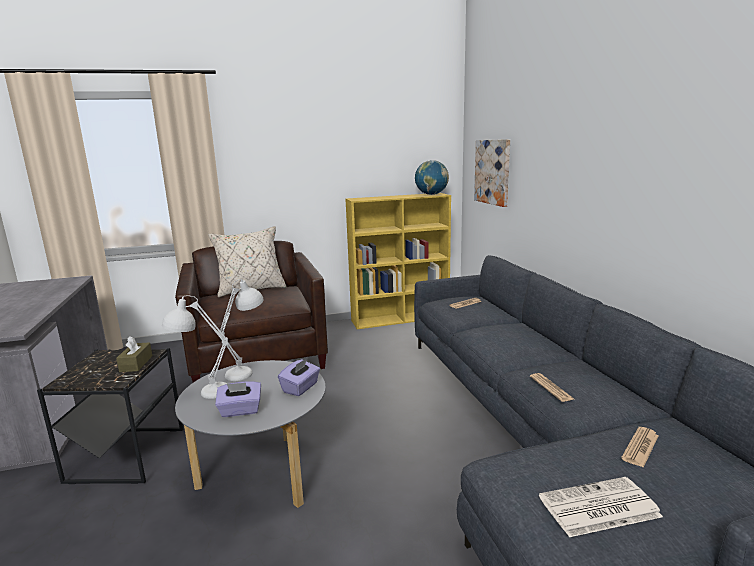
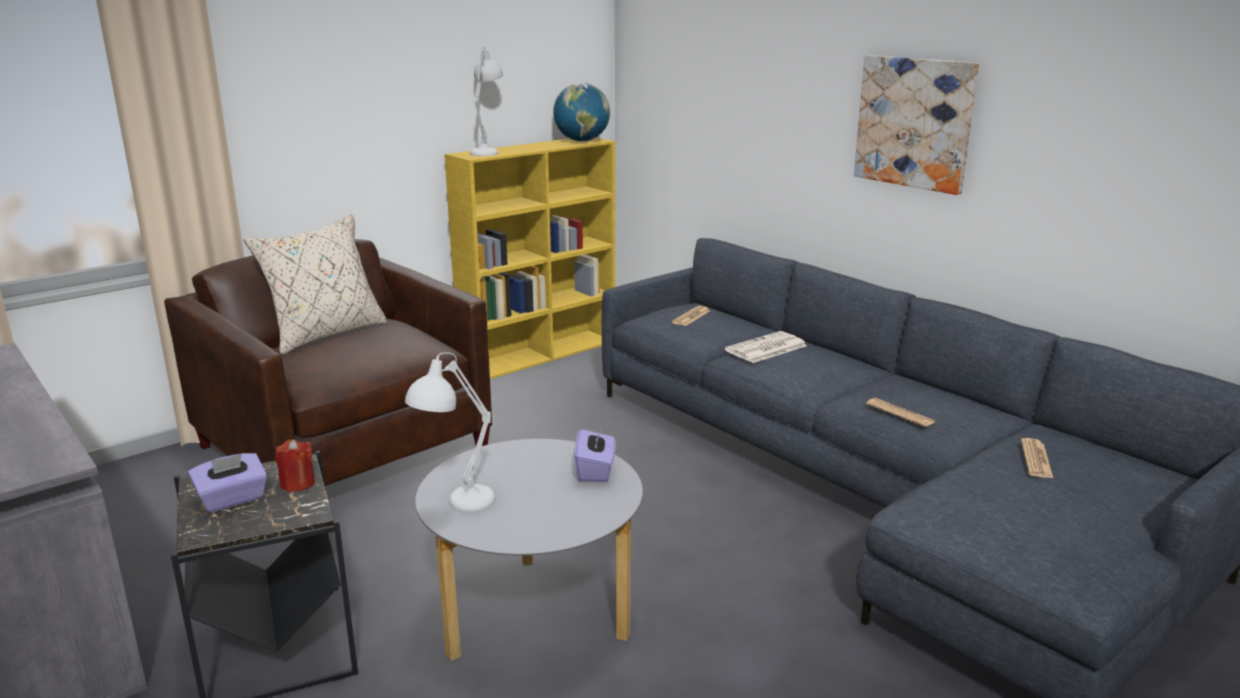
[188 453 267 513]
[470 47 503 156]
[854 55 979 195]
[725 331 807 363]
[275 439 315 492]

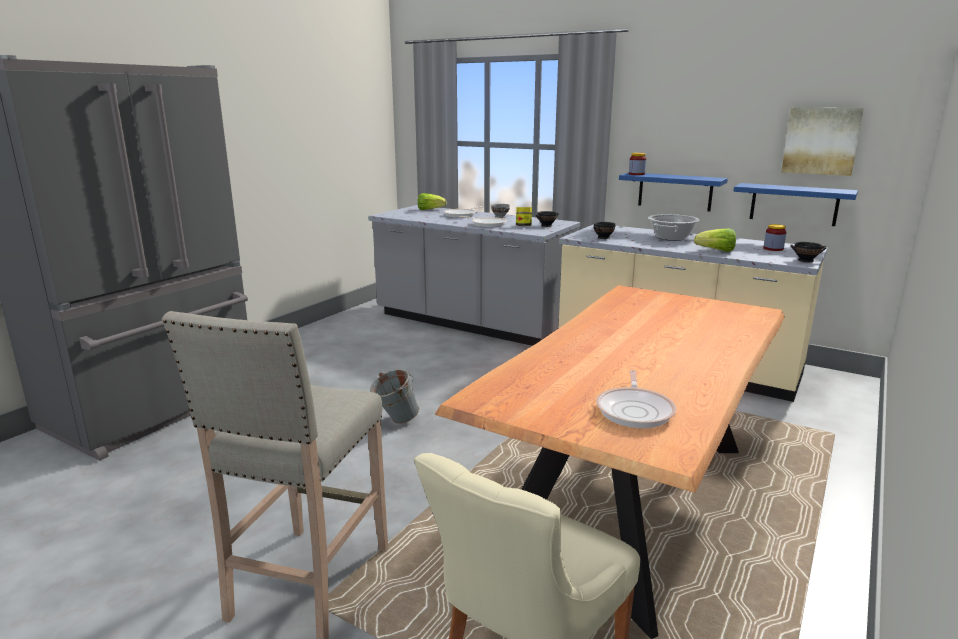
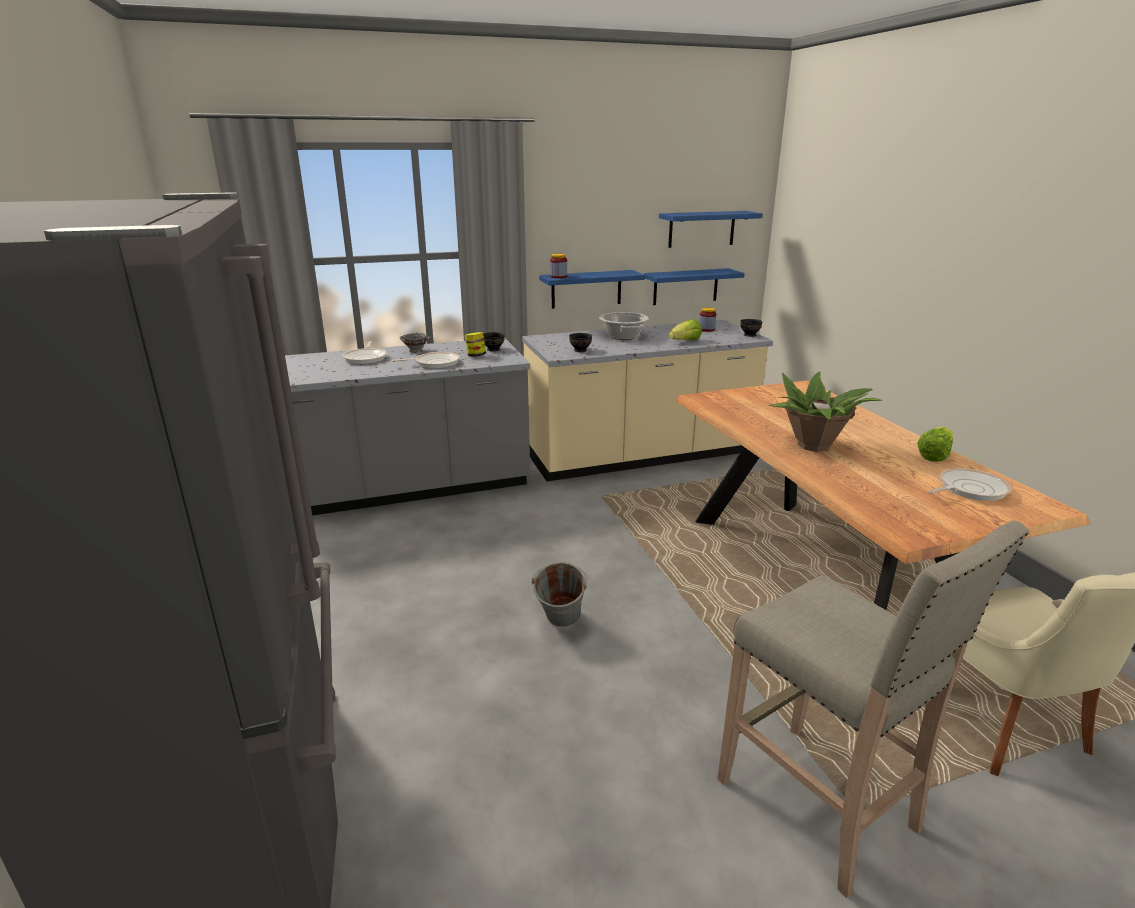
[768 372 882 452]
[917 427 953 462]
[659 211 763 248]
[927 468 1012 501]

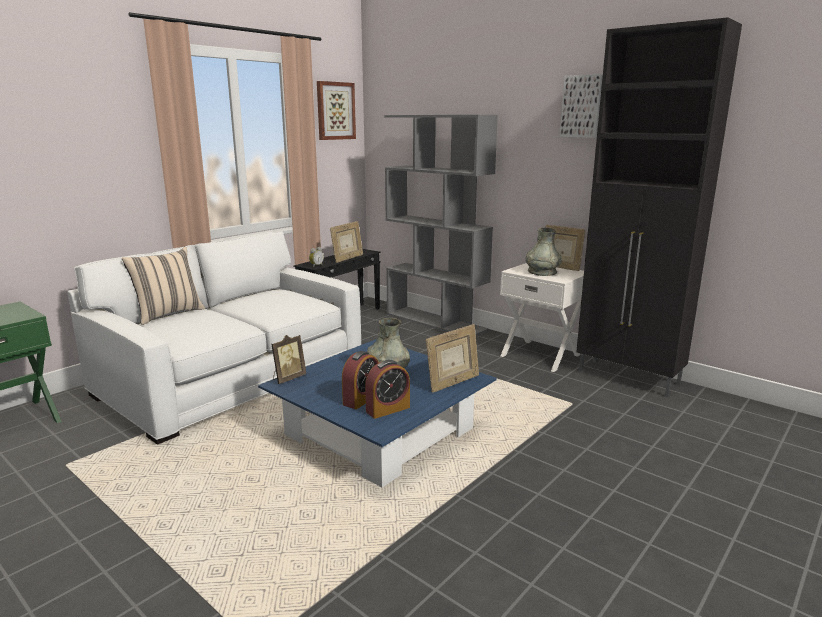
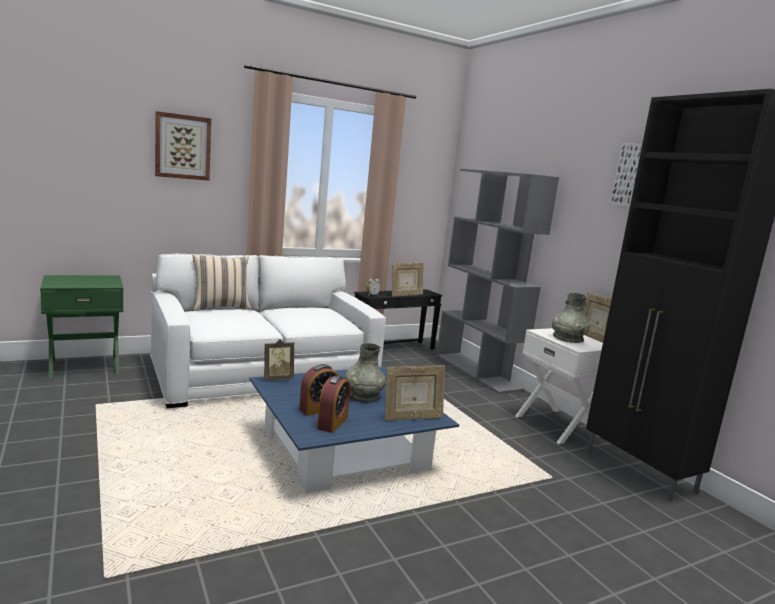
[155 111 211 181]
[317 375 350 433]

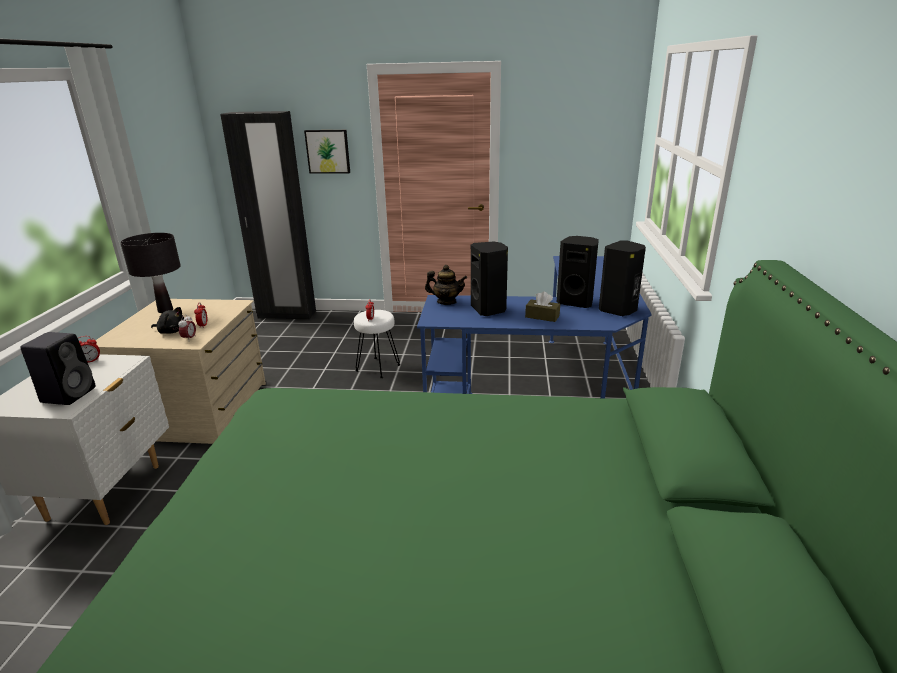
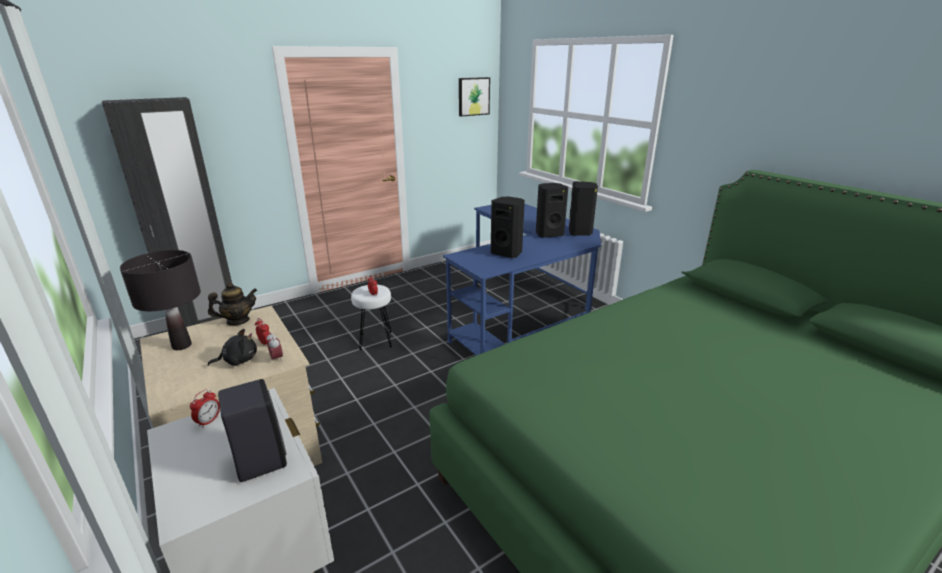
[525 292 560 322] (first image)
[459 77 490 117]
[208 282 257 326]

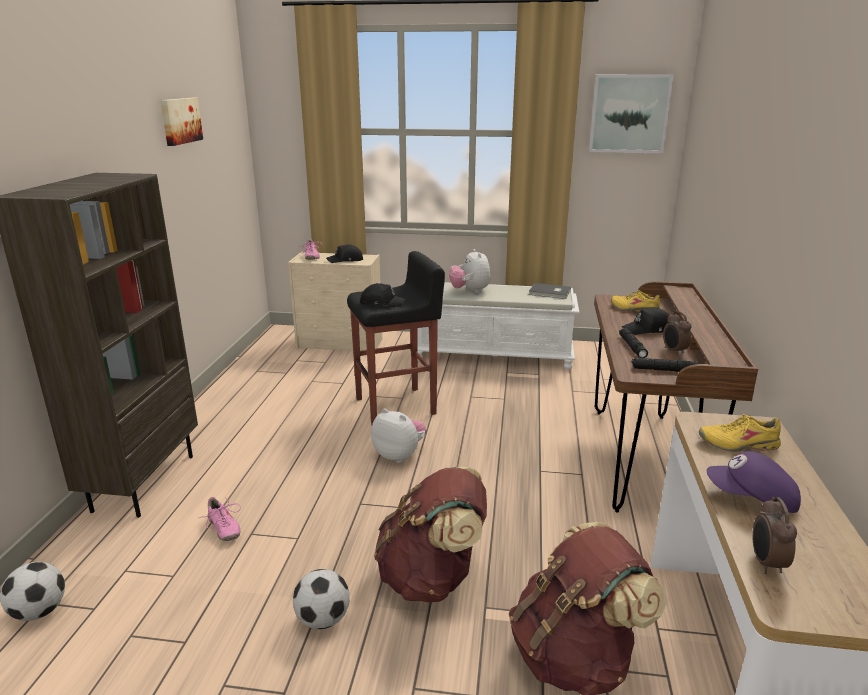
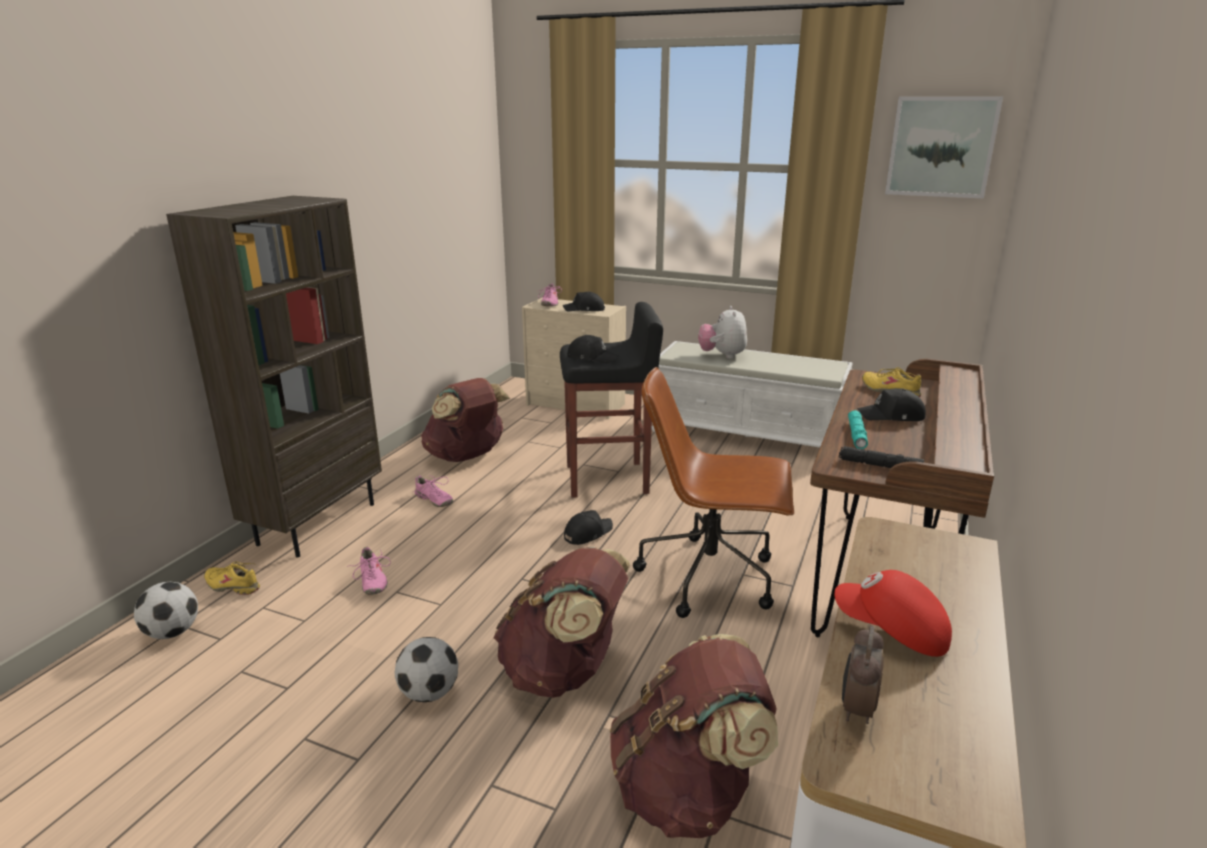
[160 98 203 146] (first image)
[529 283 571 299] (first image)
[663 311 691 355] (first image)
[413 475 453 507]
[421 378 510 462]
[633 367 794 618]
[204 562 260 595]
[564 510 613 545]
[848 410 868 449]
[834 570 952 657]

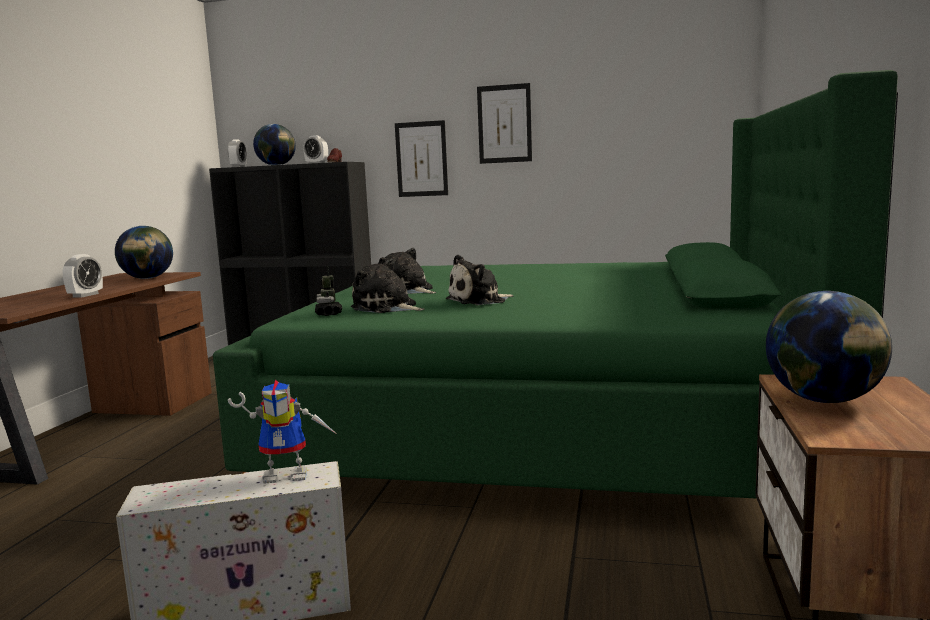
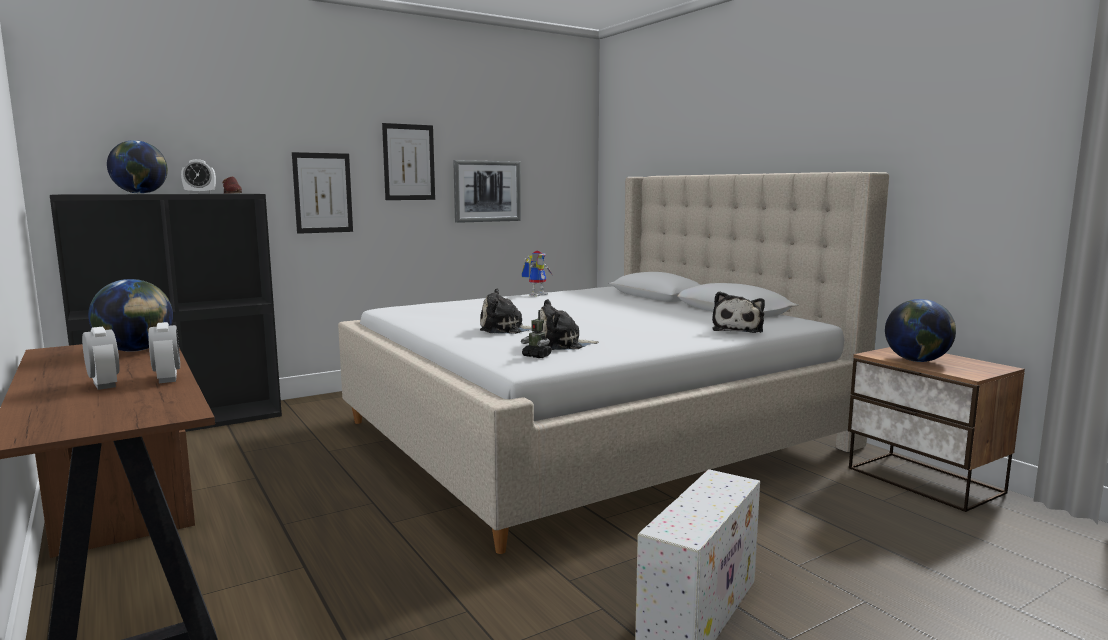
[453 160 521 223]
[82 327 119 390]
[522 251 552 296]
[712 291 765 333]
[338 172 889 554]

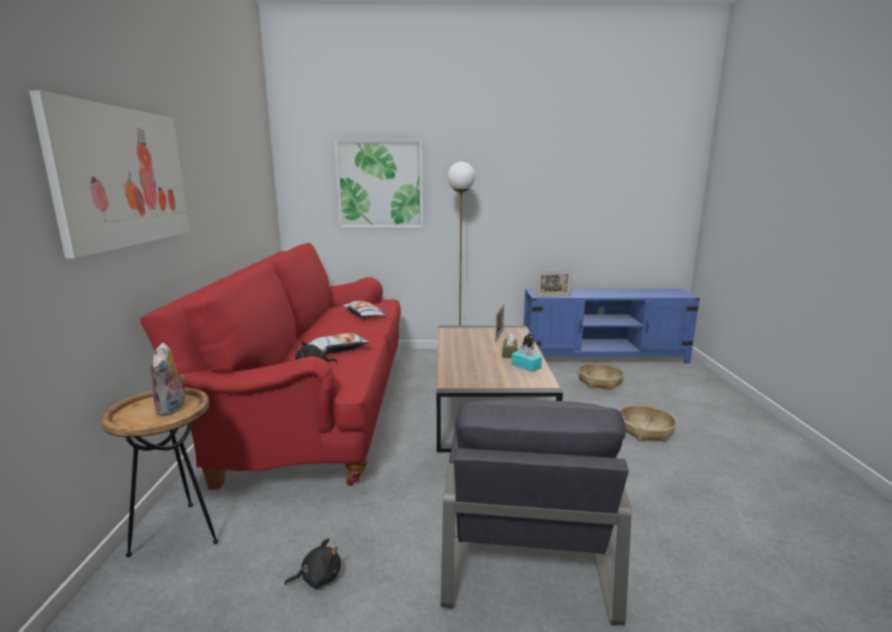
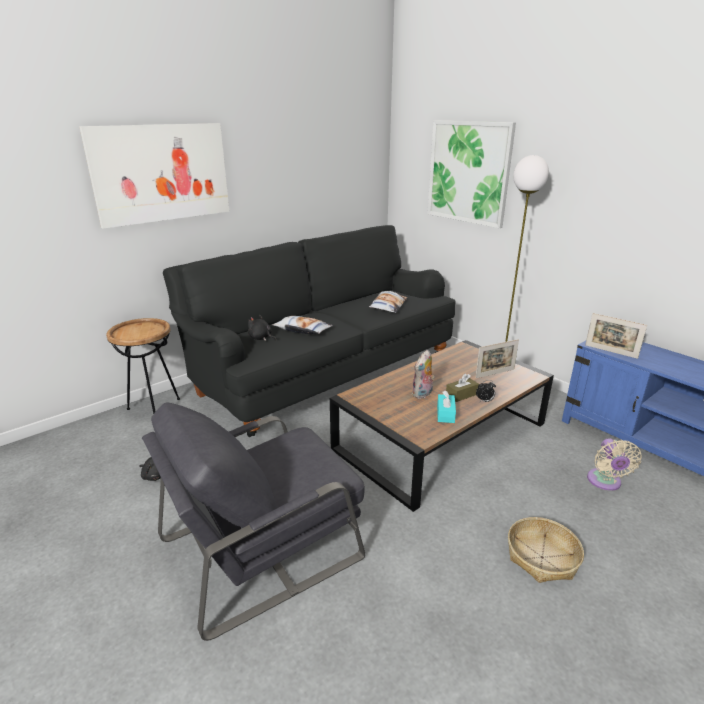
[412 350 435 399]
[587 439 642 491]
[163 225 455 437]

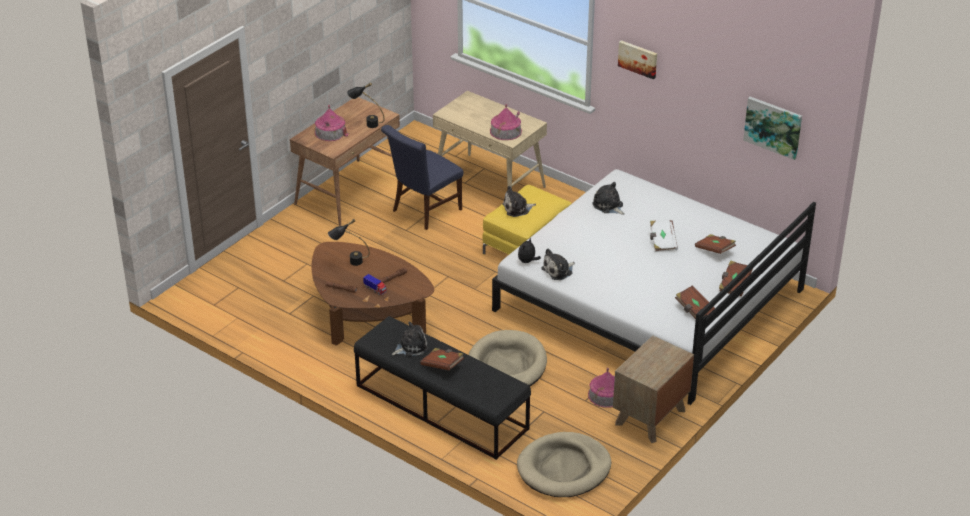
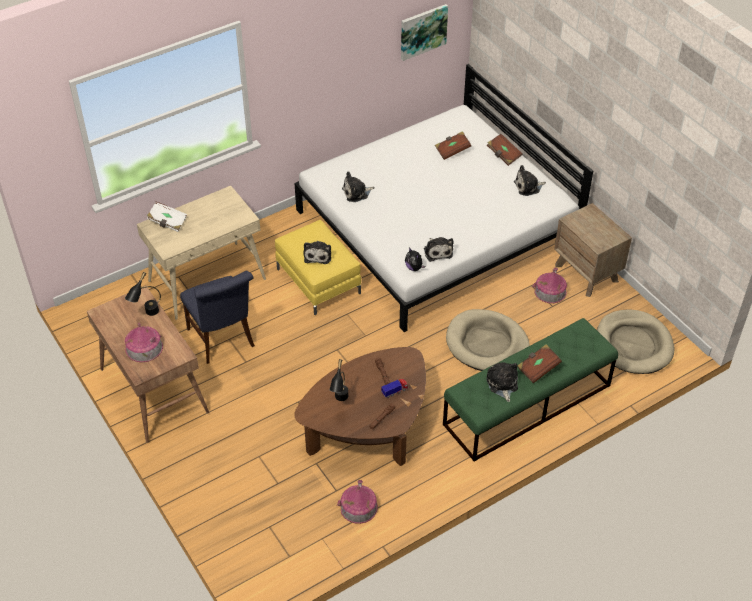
[618 40 657 79] (first image)
[337 480 378 524]
[147 201 187 232]
[514 165 546 196]
[443 318 618 462]

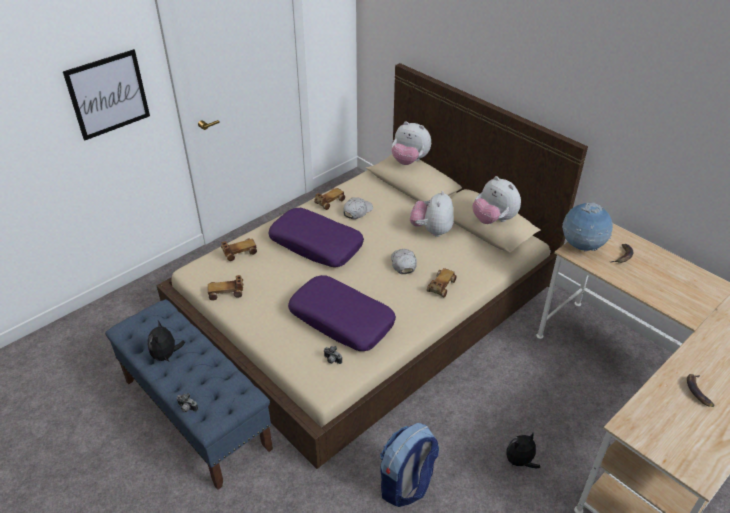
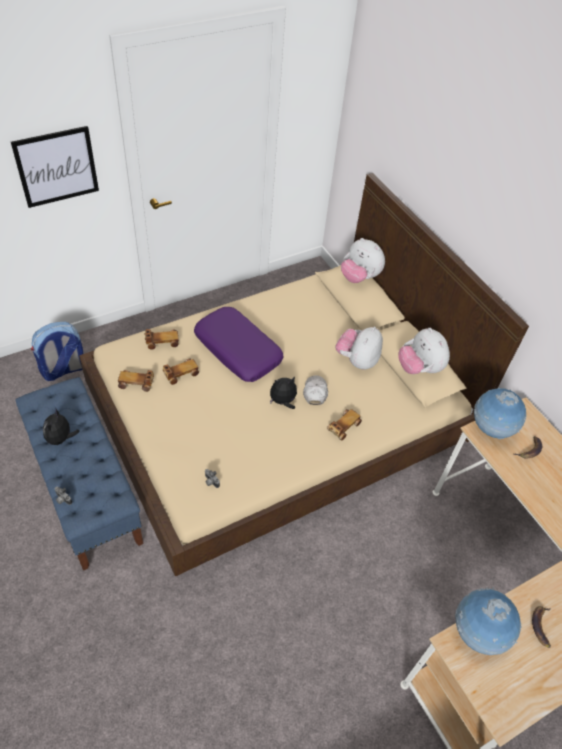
[288 275 396 351] (first image)
[343 197 373 219] (first image)
[455 587 522 655]
[163 359 199 385]
[31 322 84 381]
[270 377 297 409]

